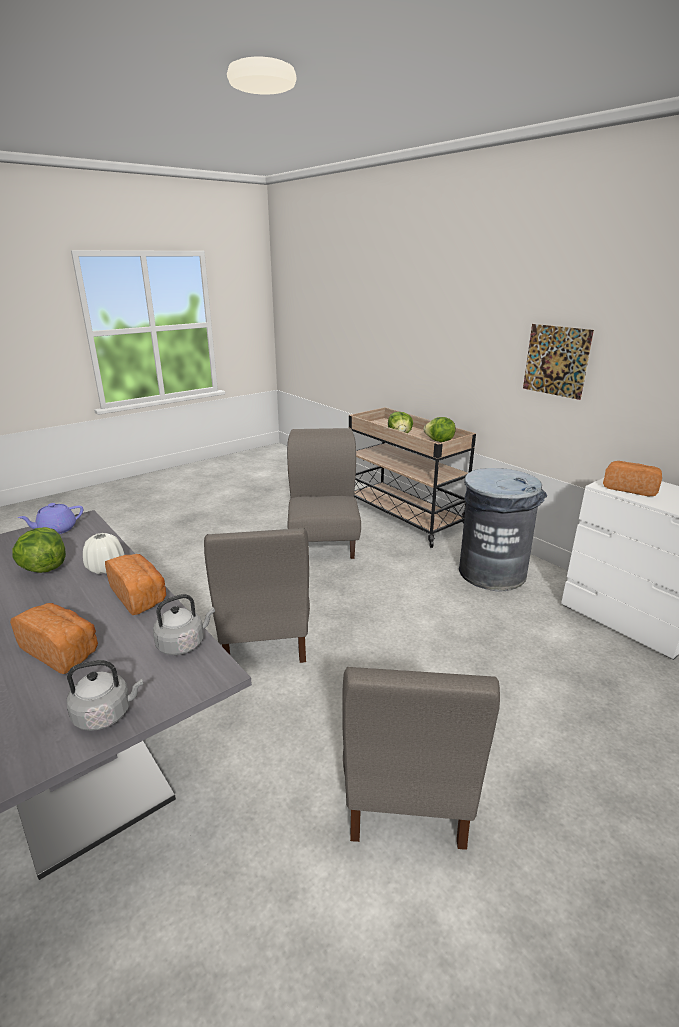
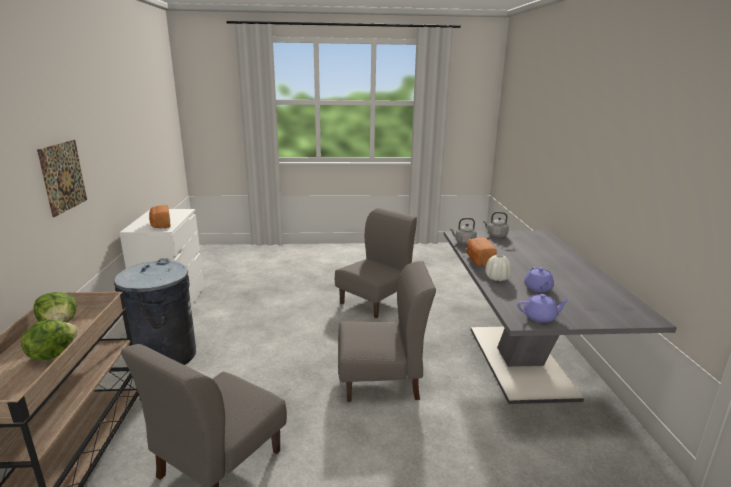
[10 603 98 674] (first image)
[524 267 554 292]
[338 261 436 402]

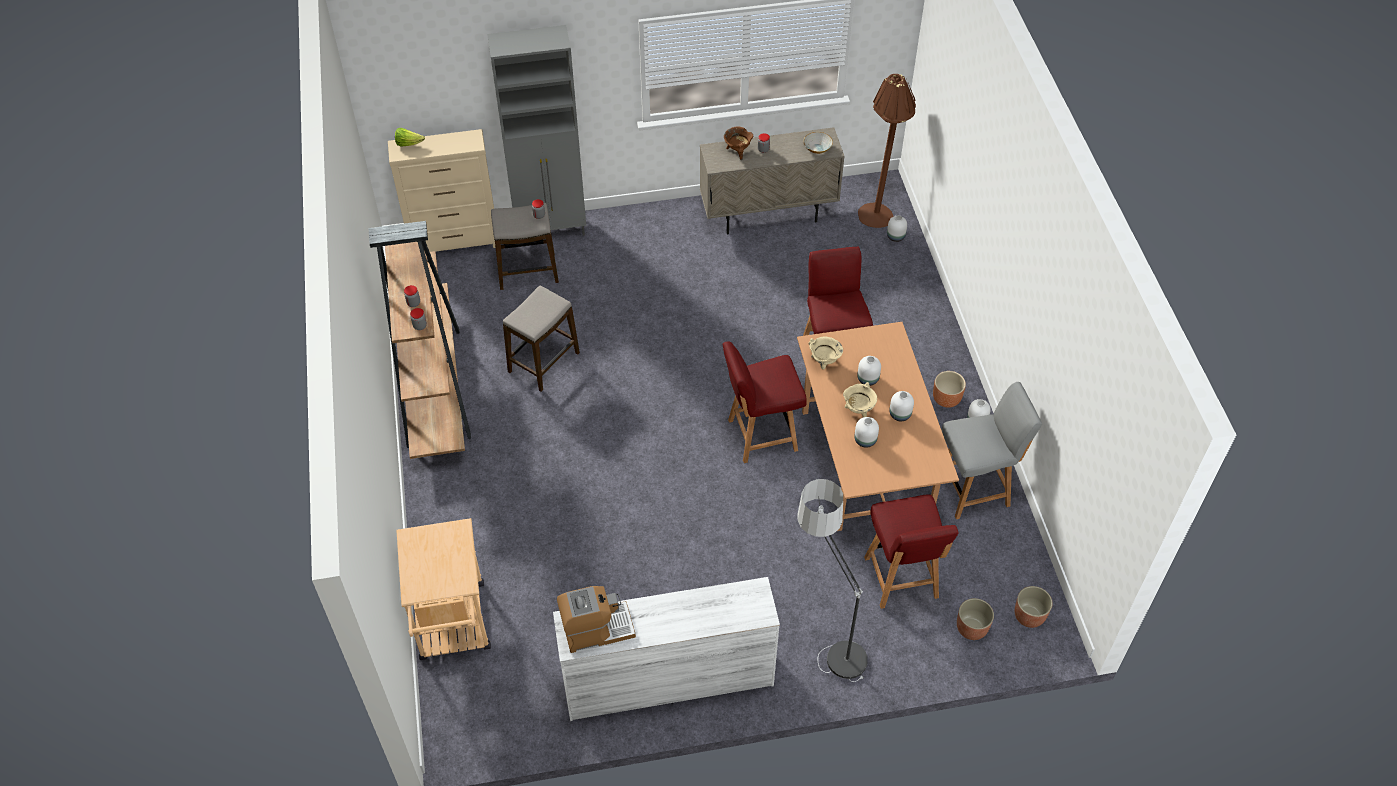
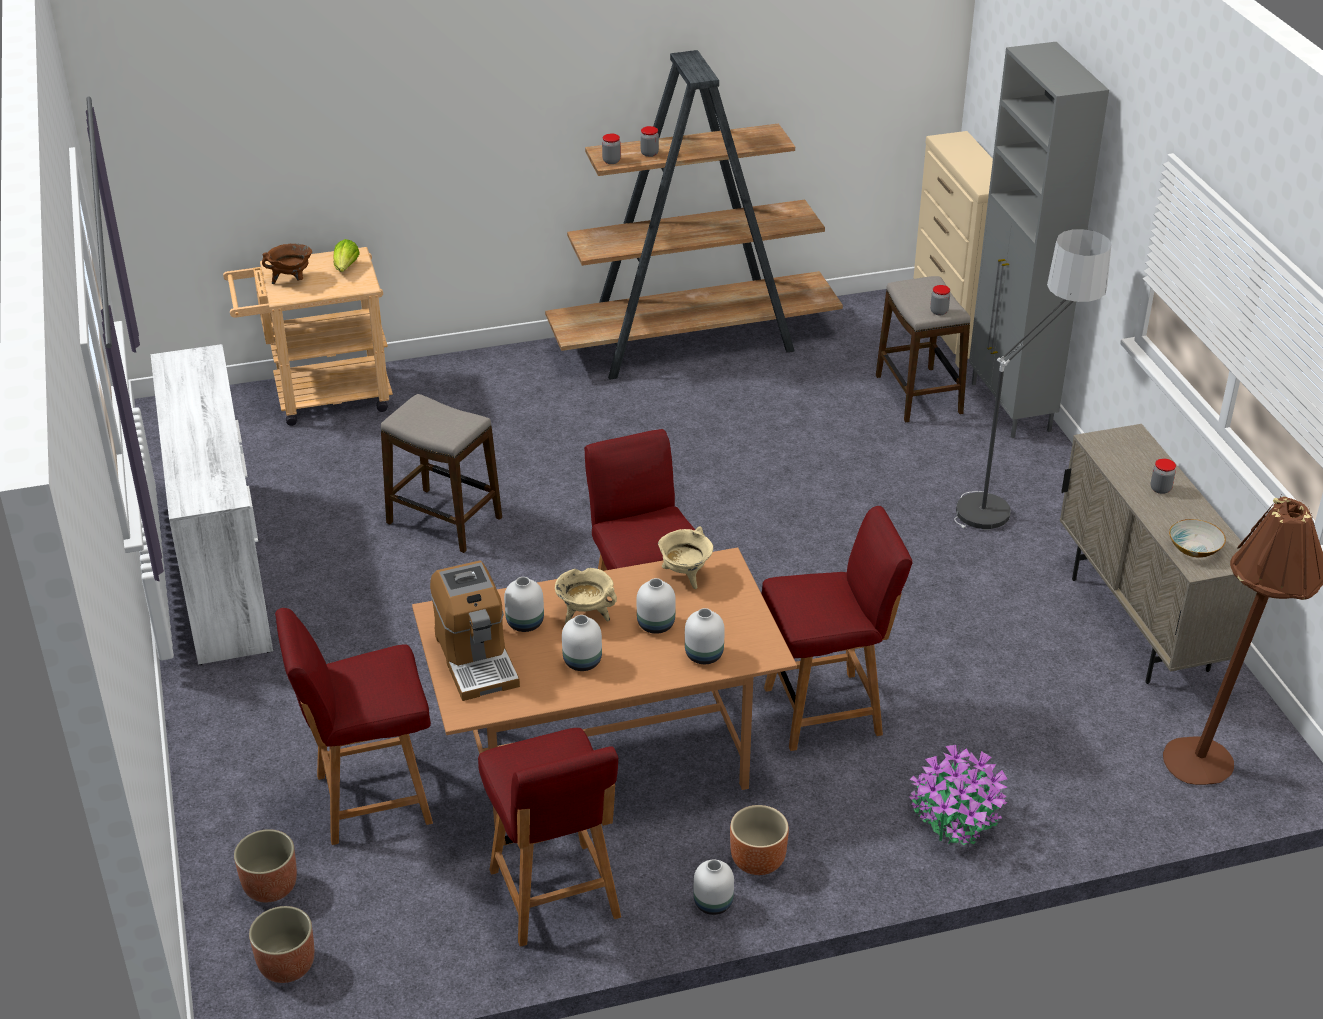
[909 745 1007 845]
[333 239 360 272]
[381 394 502 553]
[430 560 520 701]
[262 243 312 284]
[955 229 1112 530]
[685 608 725 664]
[478 728 621 947]

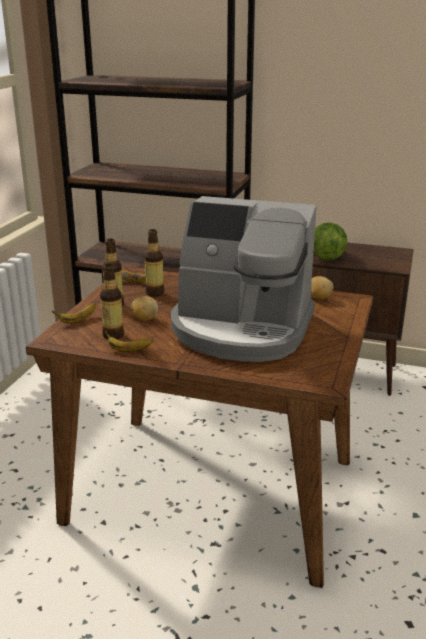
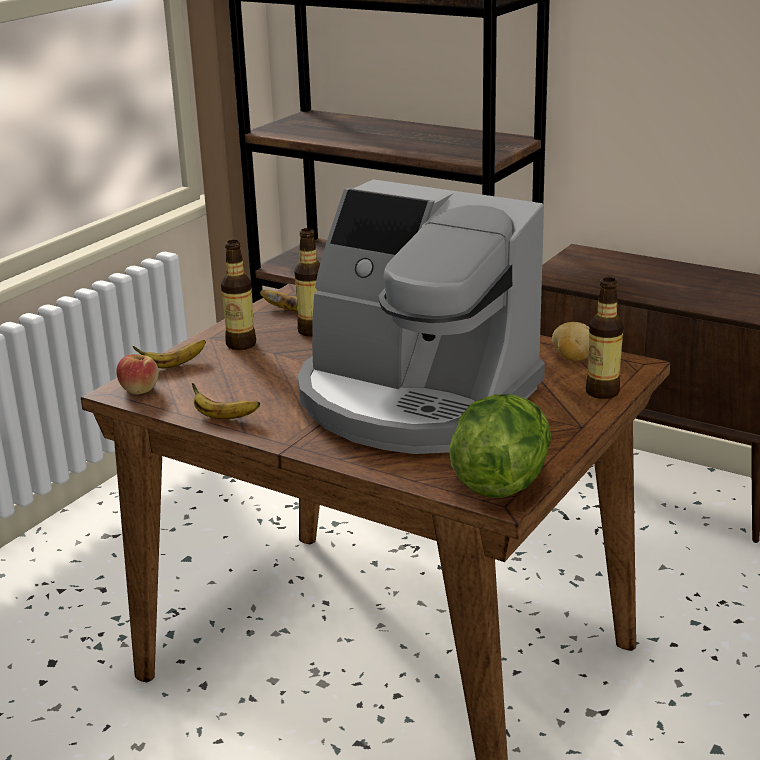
[131 296 158 321] (first image)
[116 354 159 394]
[586 277 624 399]
[449 394 551 498]

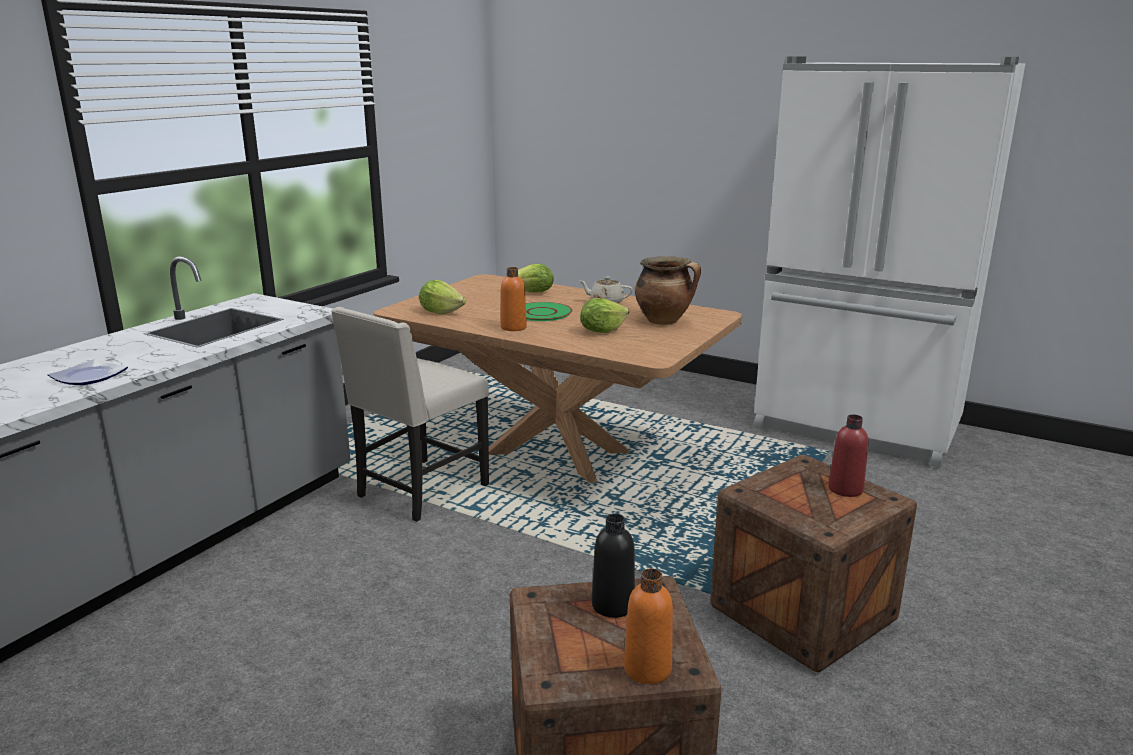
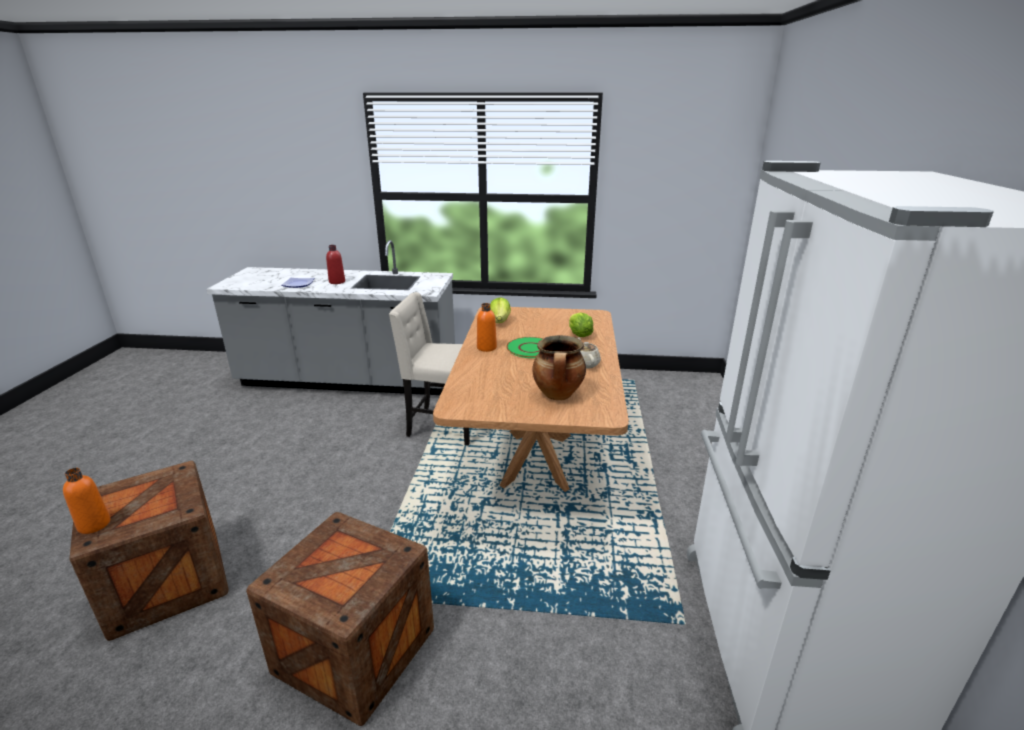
[580 298 629 333] (first image)
[592 514 635 618] (first image)
[326 245 345 284]

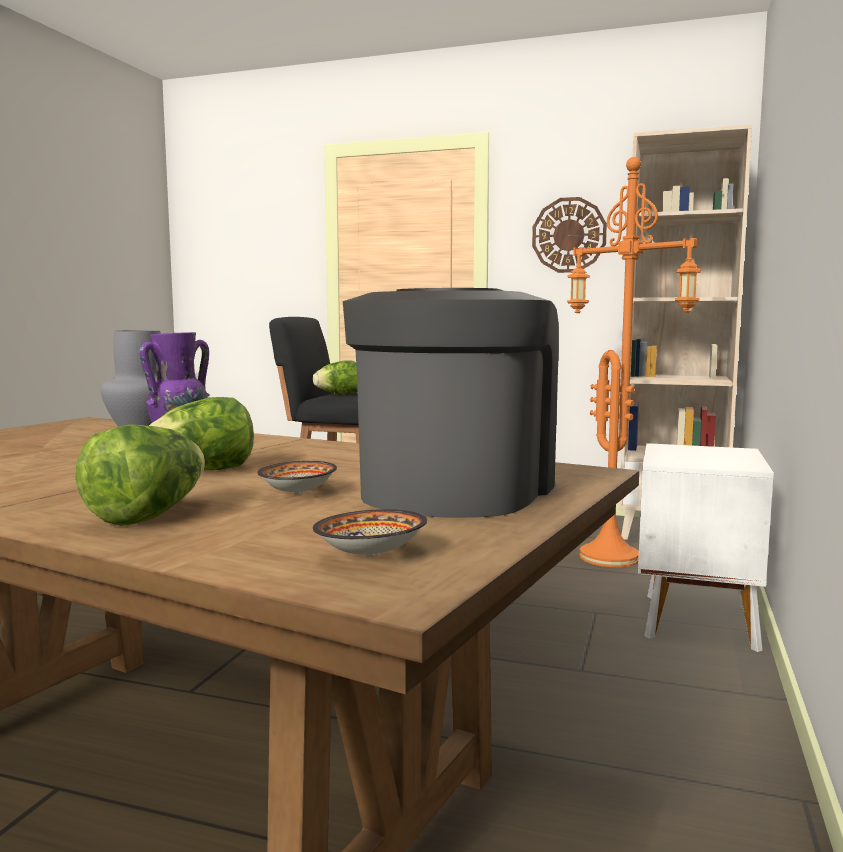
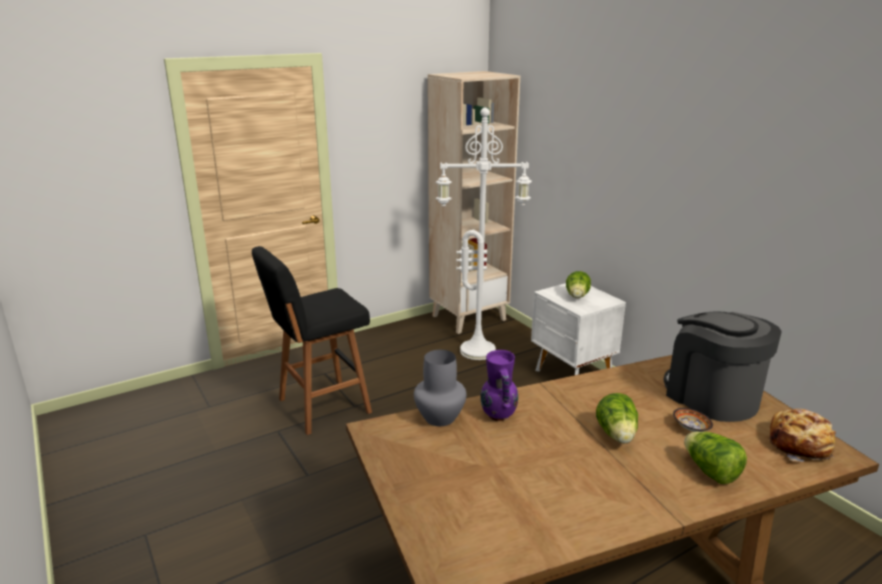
[532 197 607 273] (first image)
[566 271 591 298]
[769 409 836 462]
[436 108 532 360]

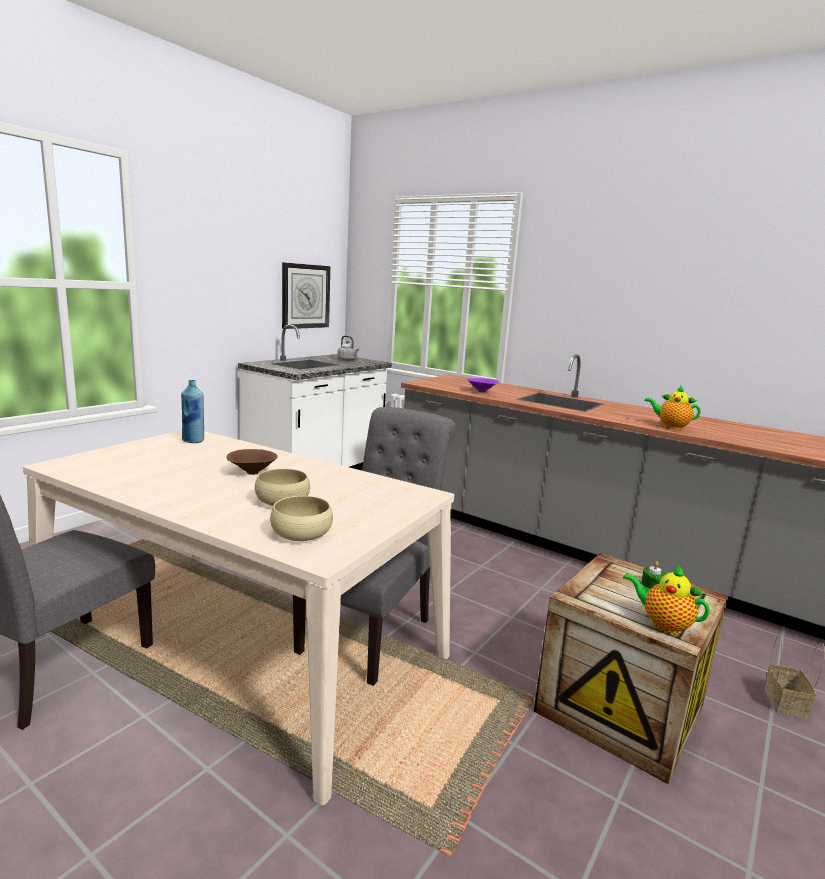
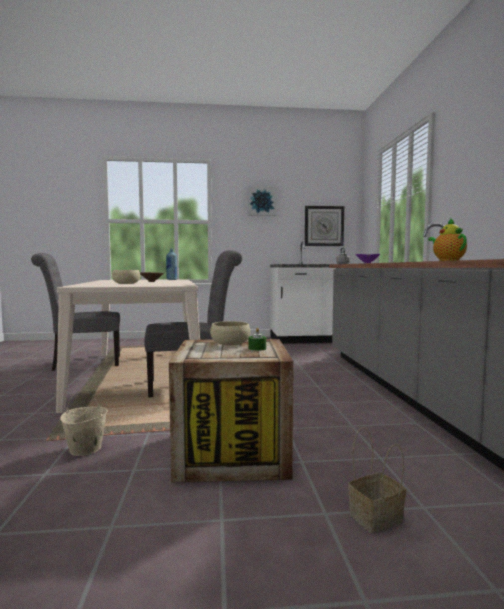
[623 565 710 634] (first image)
[60 389 108 456]
[248 186 277 216]
[210 321 250 345]

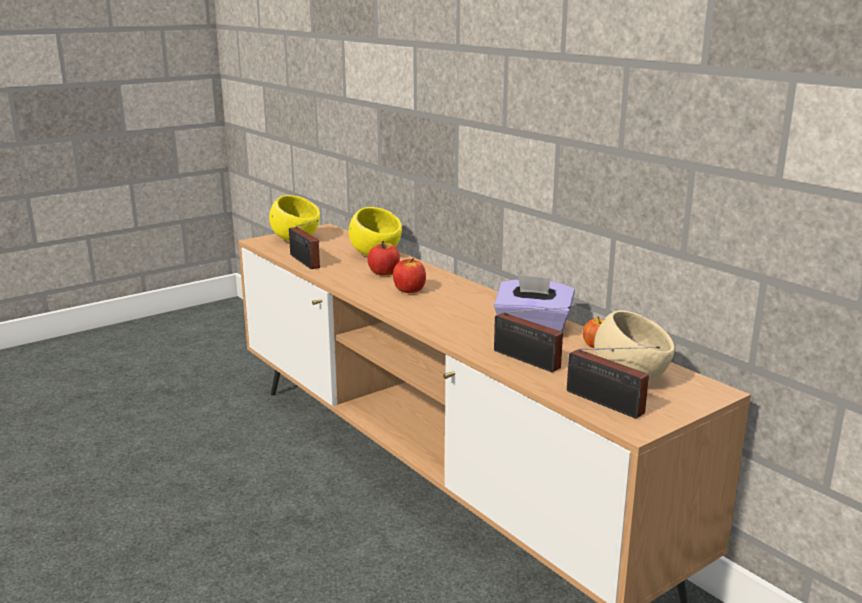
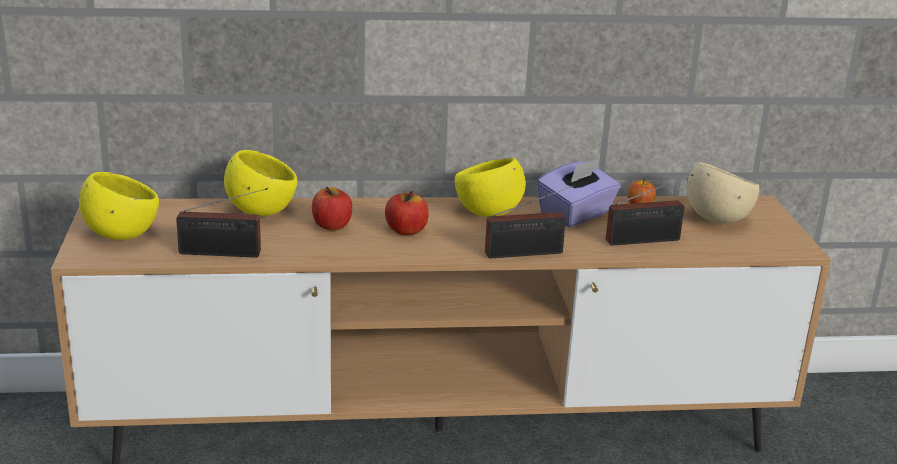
[455 158 526 217]
[485 185 575 259]

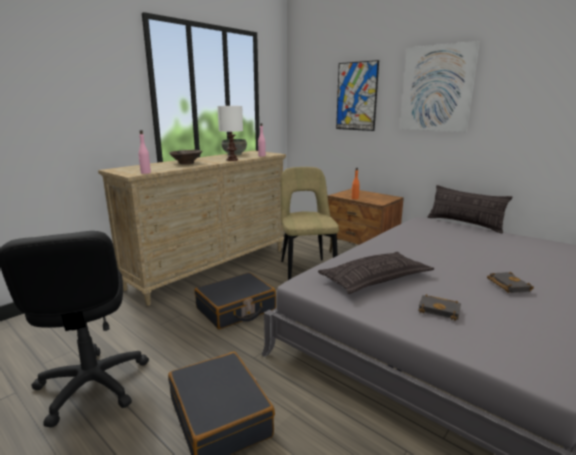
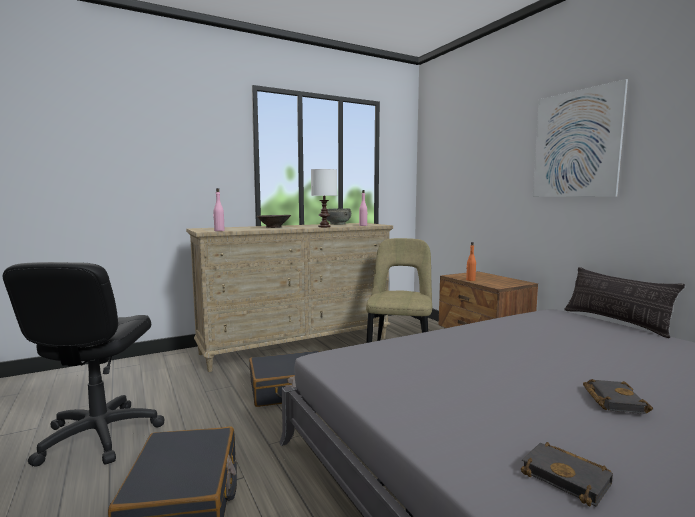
[318 252 434 294] (first image)
[336 60 379 131] (first image)
[521 442 613 507]

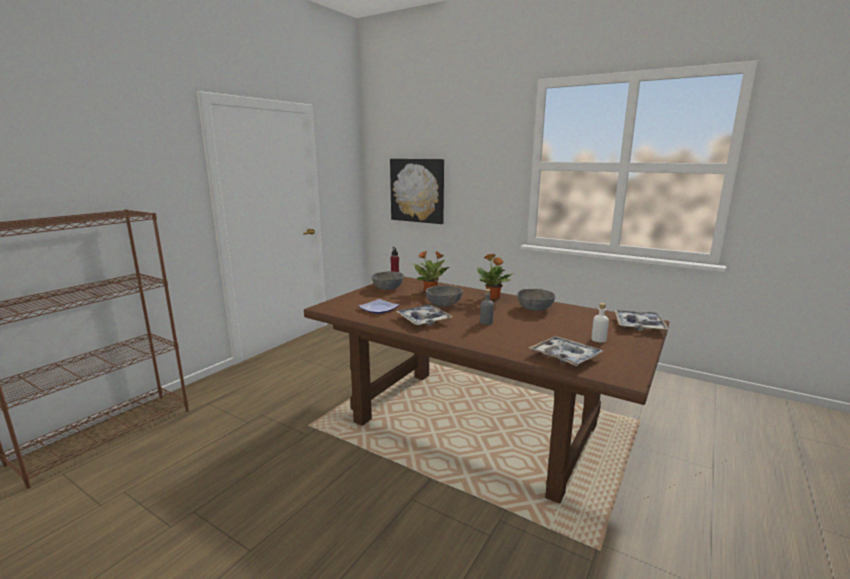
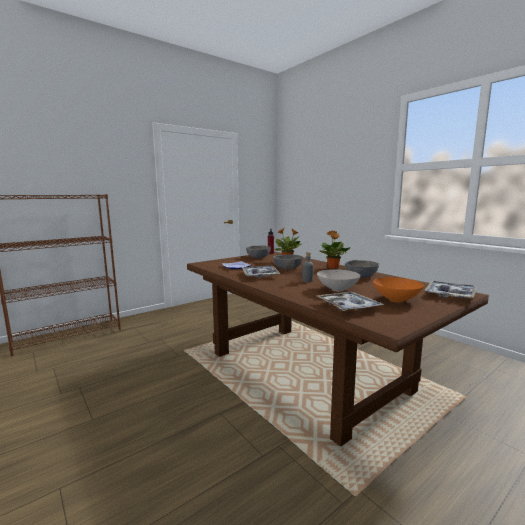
[390 159 444 224] (first image)
[317 269 360 291]
[373 277 424 302]

